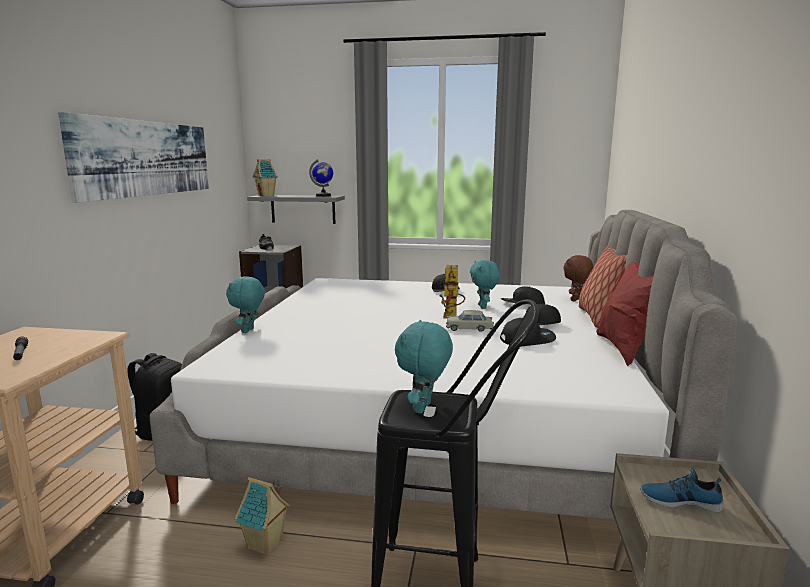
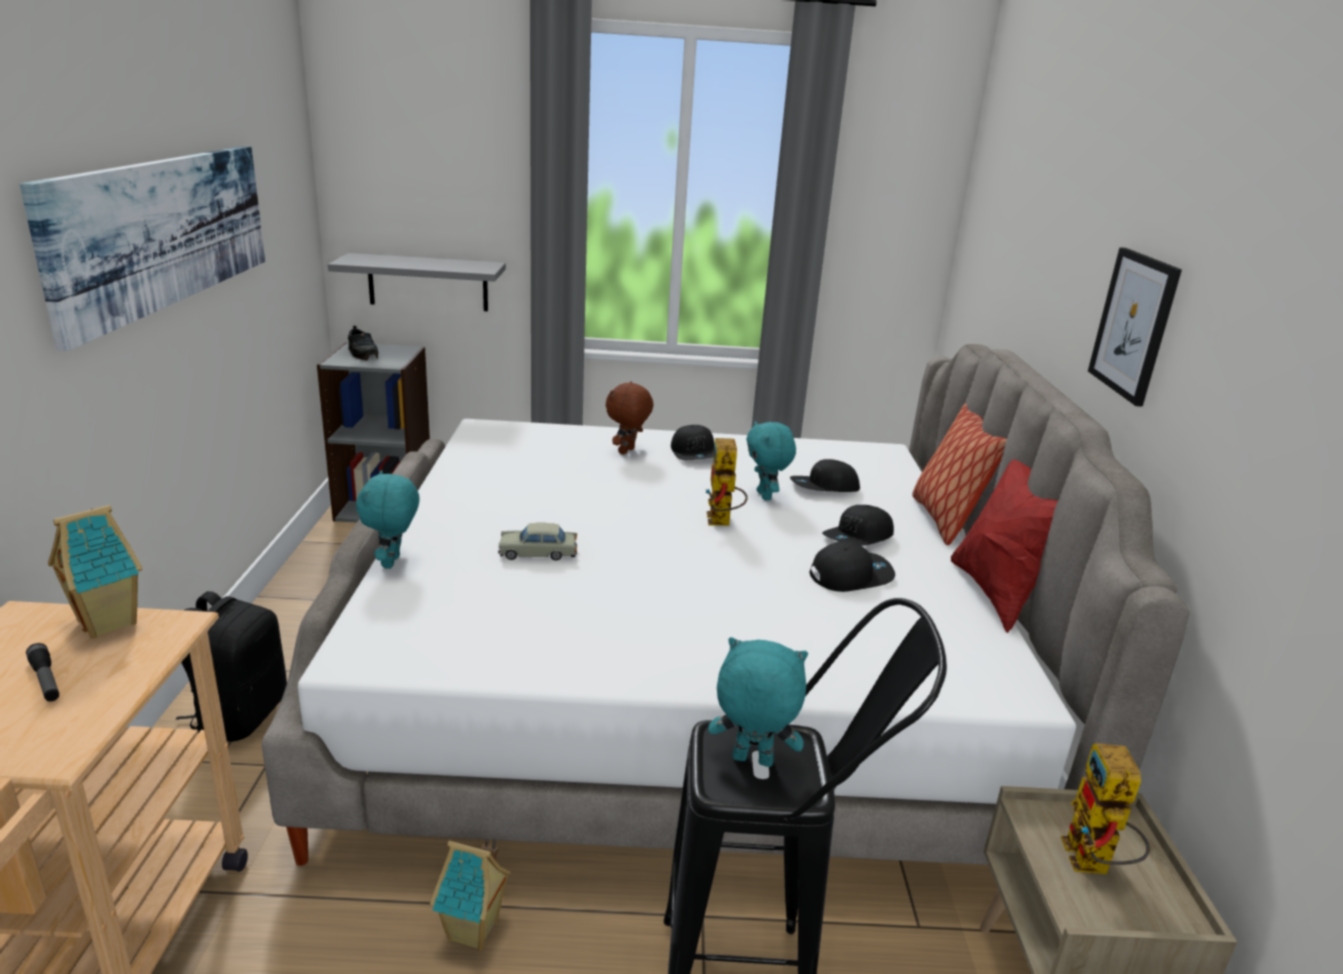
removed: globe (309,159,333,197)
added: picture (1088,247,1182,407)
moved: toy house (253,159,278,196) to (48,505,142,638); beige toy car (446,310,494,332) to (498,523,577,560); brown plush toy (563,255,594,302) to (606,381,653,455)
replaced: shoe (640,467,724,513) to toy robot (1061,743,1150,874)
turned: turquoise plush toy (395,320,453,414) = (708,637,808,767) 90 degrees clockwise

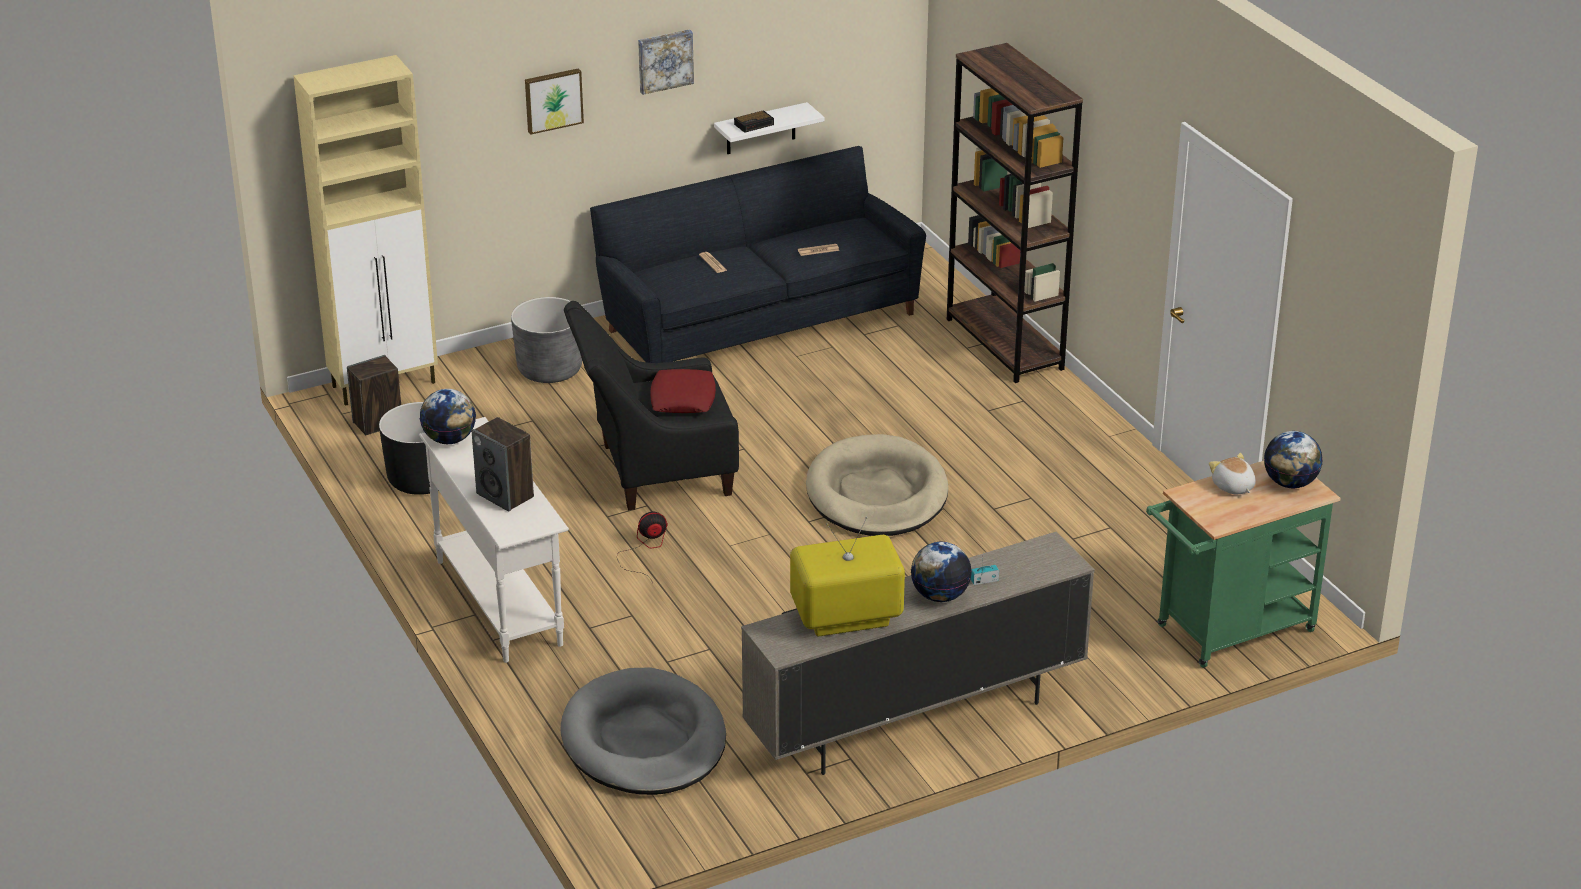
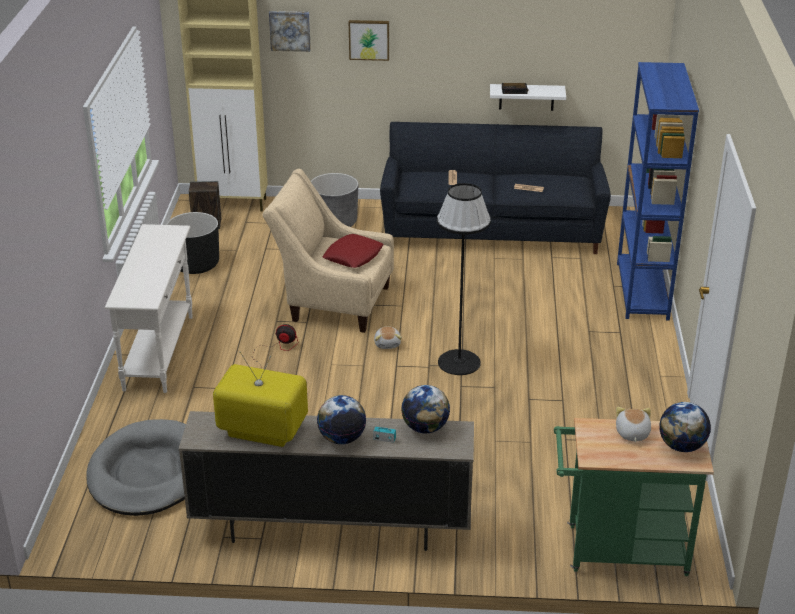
removed: speaker (472,417,534,512)
added: plush toy (374,326,402,349)
moved: picture (638,29,694,95) to (269,11,311,52); globe (420,389,476,444) to (401,385,450,433)
replaced: beige dog bed (806,434,948,536) to black floor lamp (437,183,491,375)
recoloured: black armchair (564,301,739,510) to beige armchair (262,169,394,333); brown bookcase (947,43,1083,383) to blue bookcase (617,62,699,320)

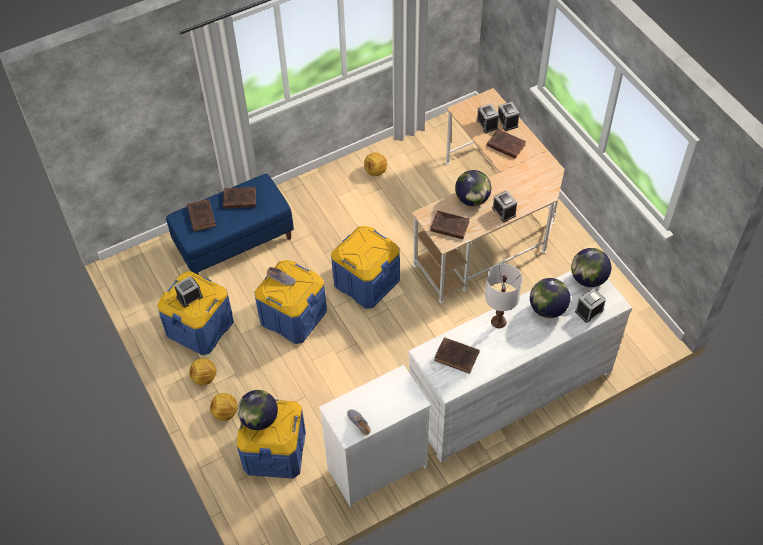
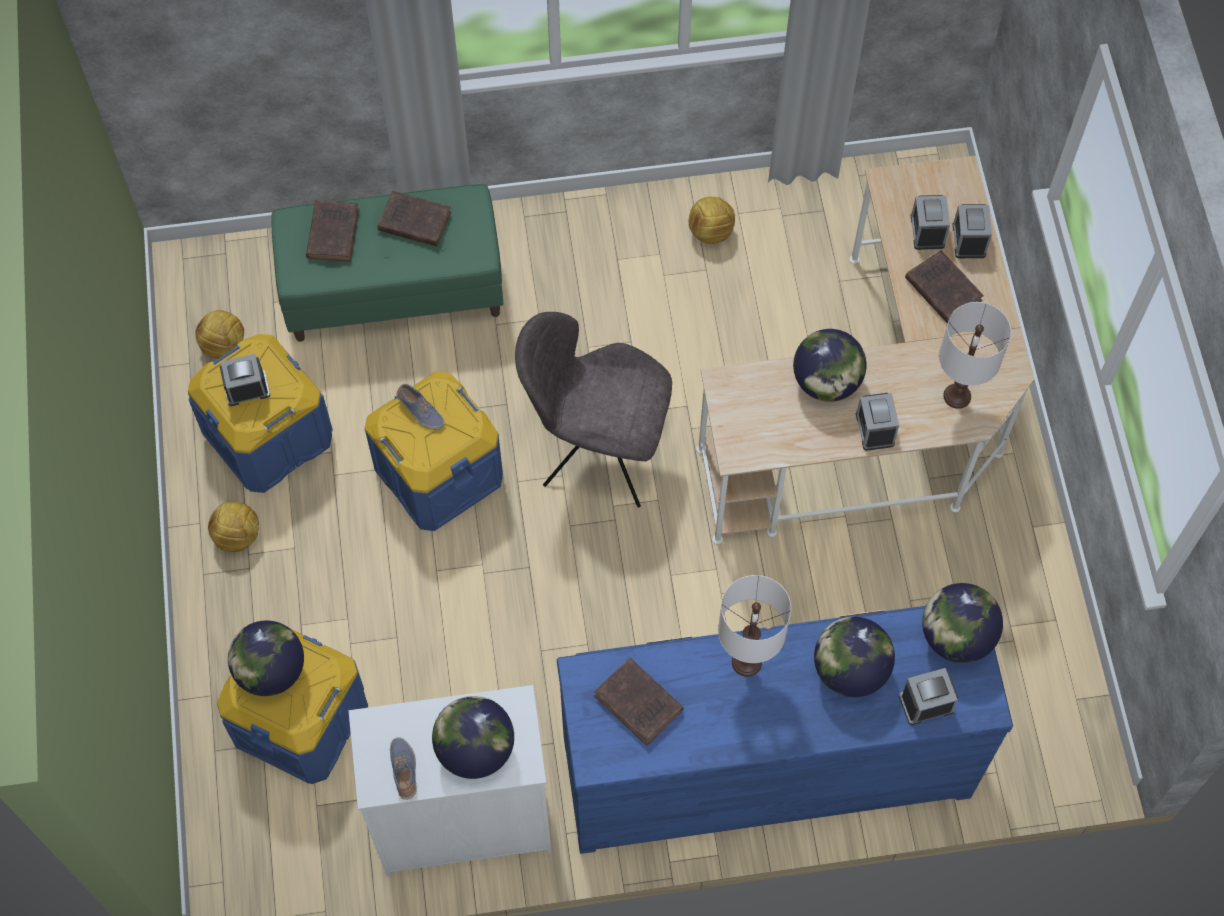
removed: brown book (430,211,470,239)
added: globe (432,696,514,779); white table lamp (939,302,1011,409)
moved: football (210,393,238,421) to (196,310,244,359)
replaced: blue storage box (331,226,400,309) to grey chair (515,312,672,507)
recoloured: blue bench (166,174,294,275) to green bench (272,184,503,342); white dresser (408,271,632,463) to blue dresser (557,606,1013,854)

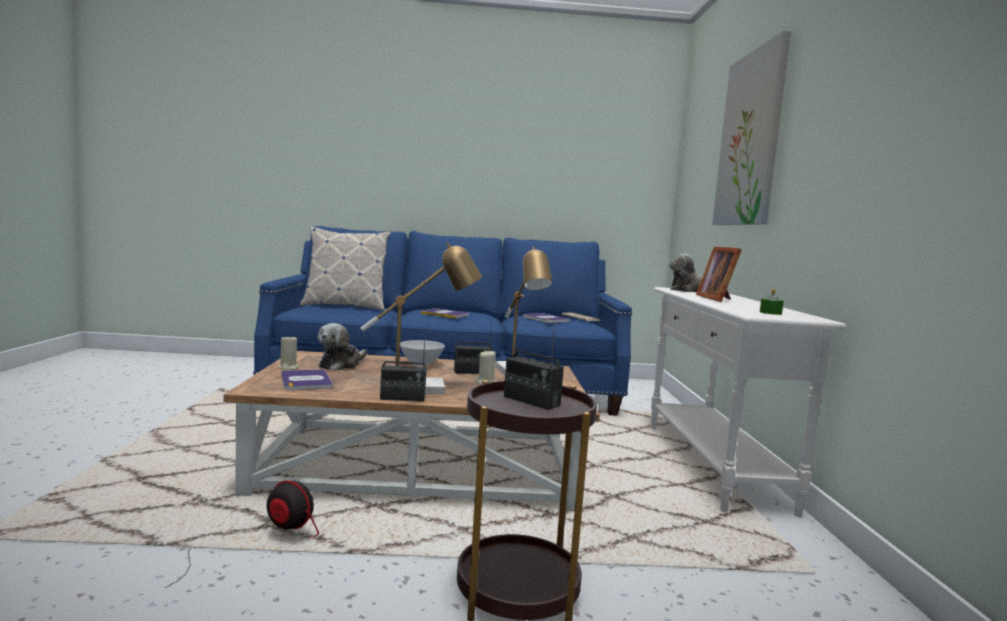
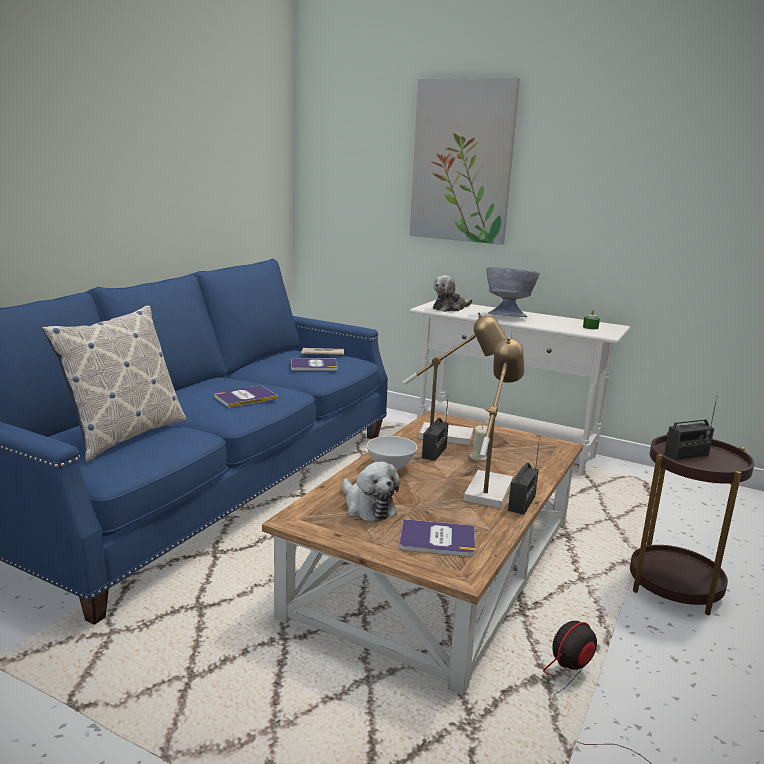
removed: beige candle (279,335,299,370)
replaced: picture frame (696,246,742,302) to grey bowl (486,267,540,317)

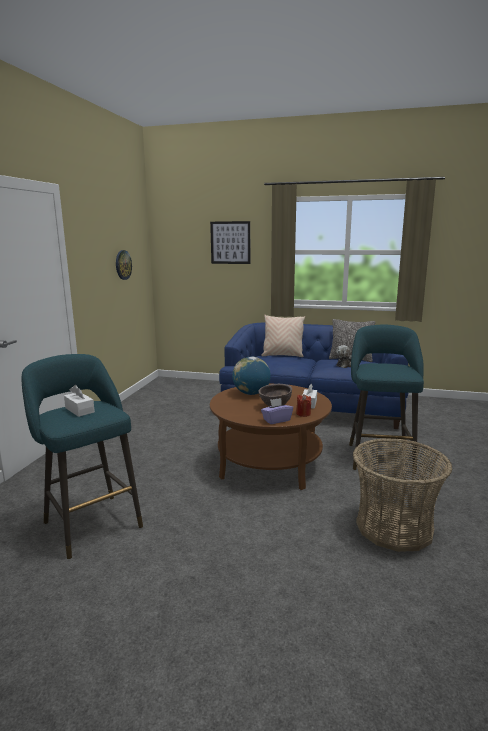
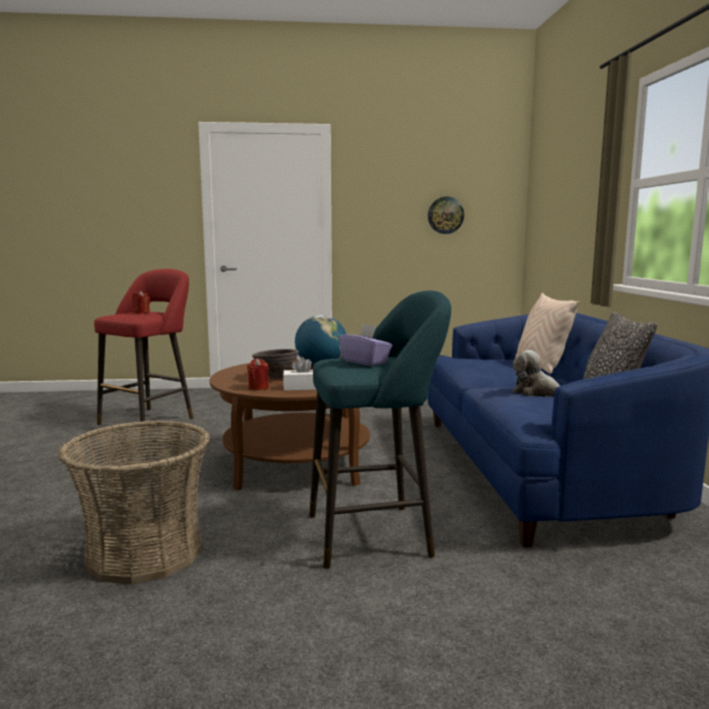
removed: picture (210,221,250,264)
moved: purple tissue box (261,398,293,424) to (339,324,392,366)
replaced: white tissue box (64,385,95,417) to red candle (132,290,150,313)
recoloured: turquoise stool (22,354,143,559) to red stool (94,269,194,436)

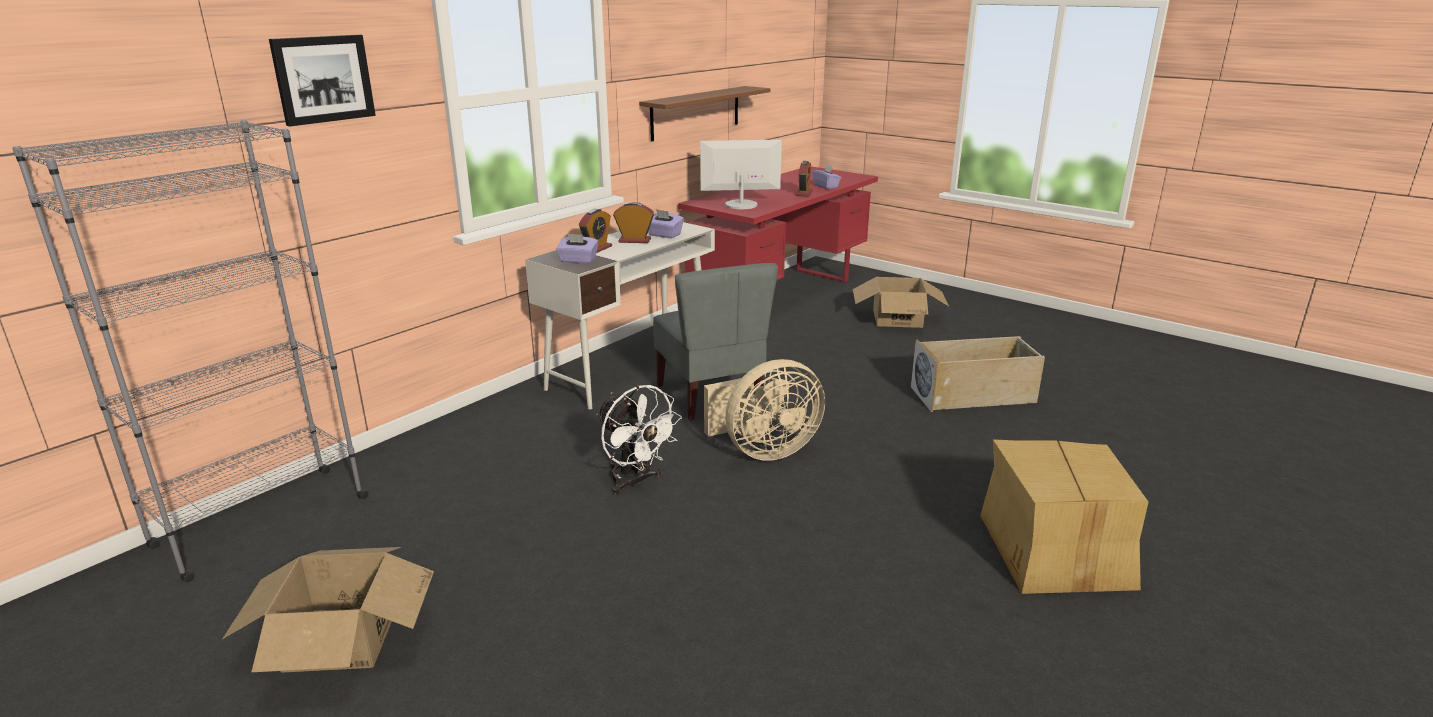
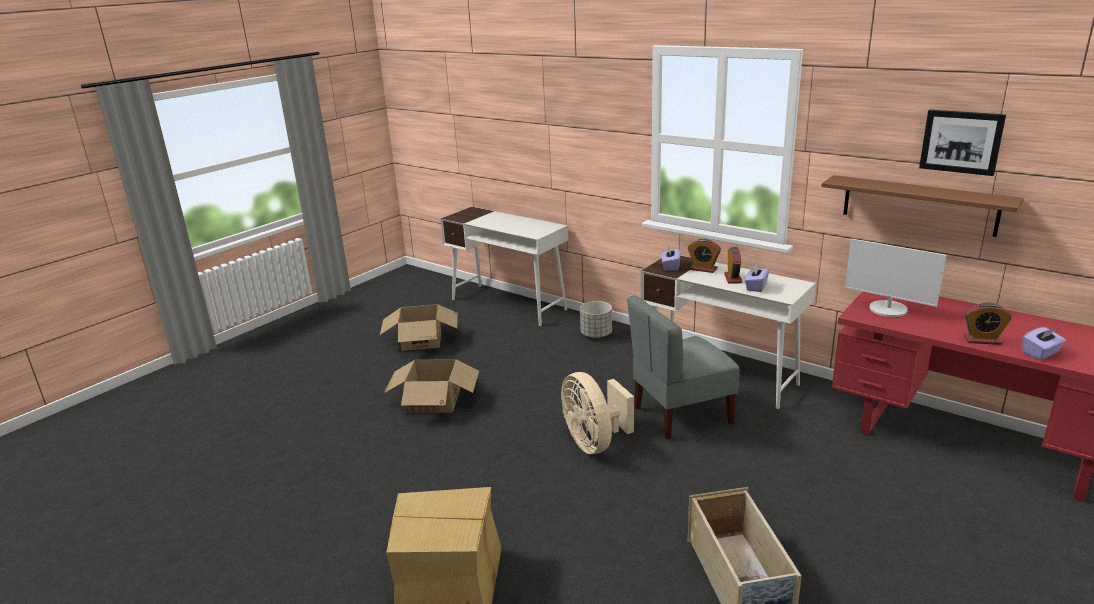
removed: white fan (597,385,682,495)
added: grey planter (580,301,612,338)
moved: cardboard box (853,277,949,328) to (384,359,479,413); picture (269,35,376,126) to (919,110,1006,176)
replaced: grey bookcase (12,120,369,582) to white desk (440,207,568,326)
turned: monitor (700,140,782,209) = (845,239,946,317) 135 degrees clockwise

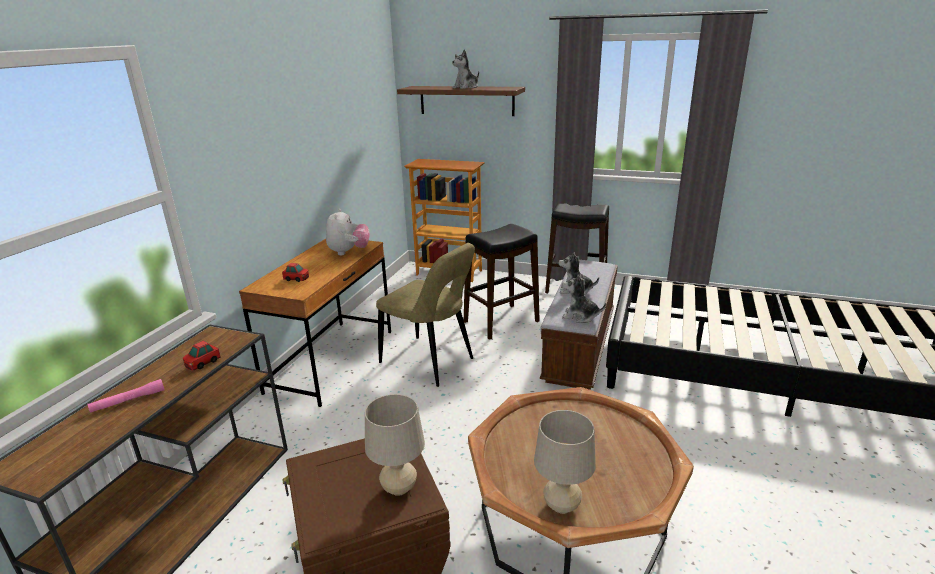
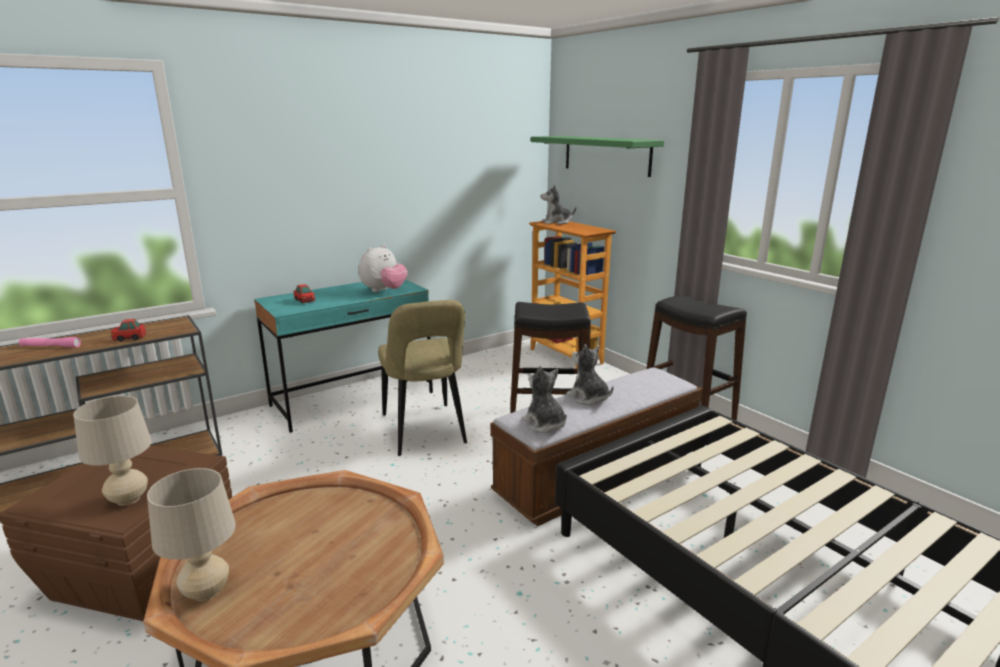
moved: plush toy (452,50,479,89) to (541,184,577,224)
recoloured: brown desk (239,239,391,407) to turquoise desk (254,279,433,433); brown shelf (397,86,525,116) to green shelf (531,136,664,177)

